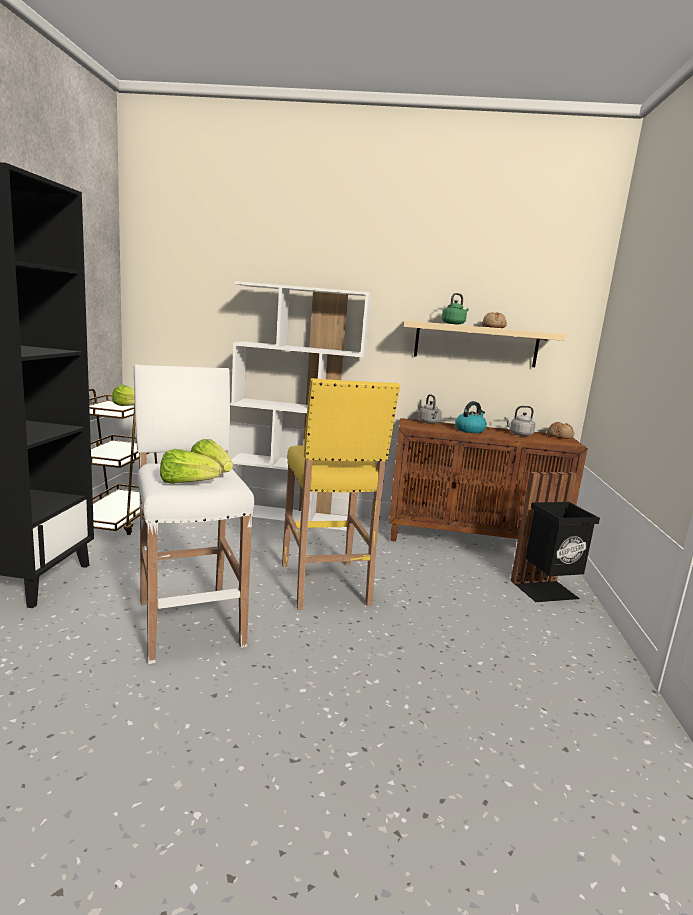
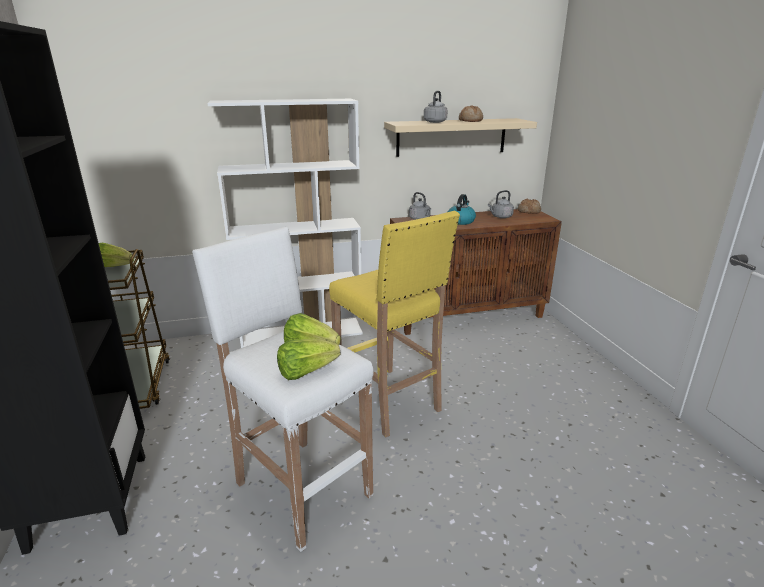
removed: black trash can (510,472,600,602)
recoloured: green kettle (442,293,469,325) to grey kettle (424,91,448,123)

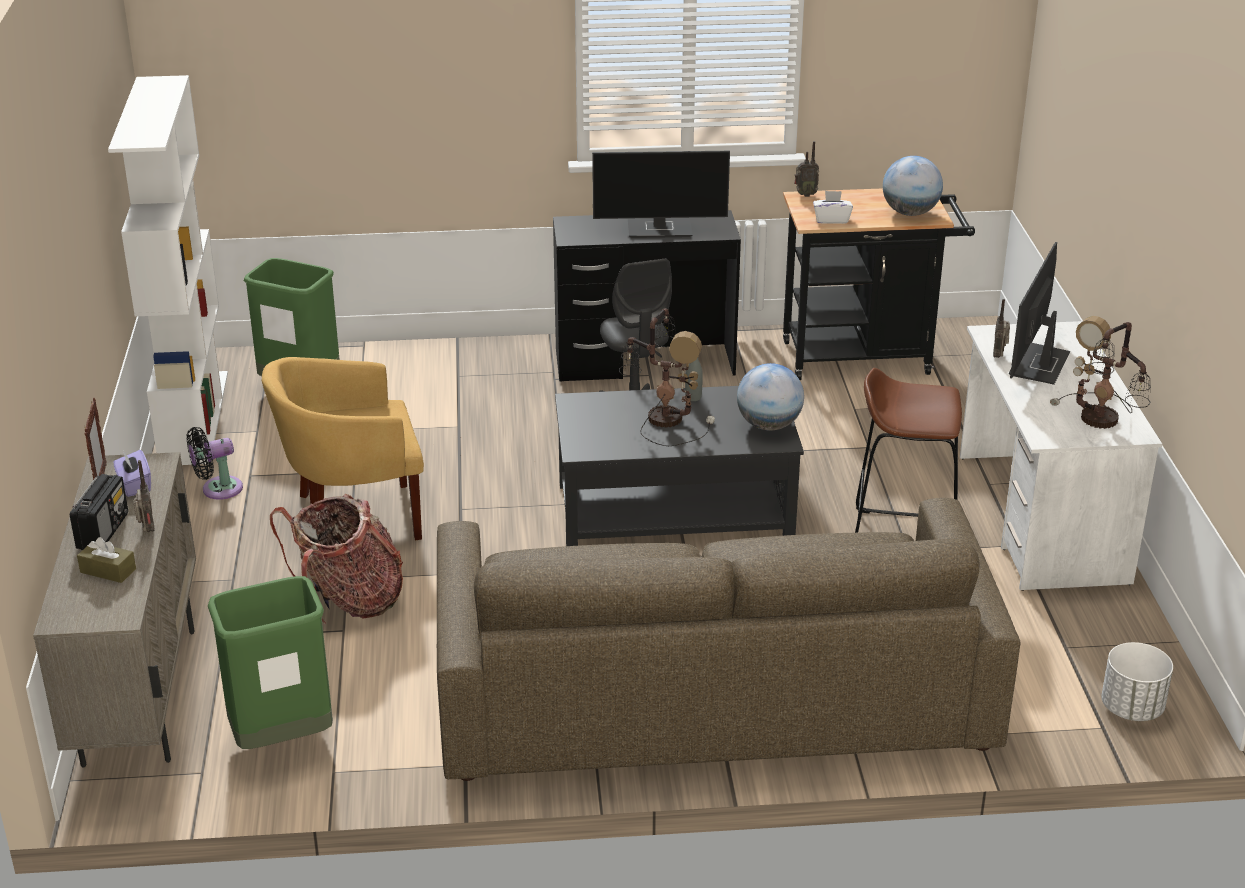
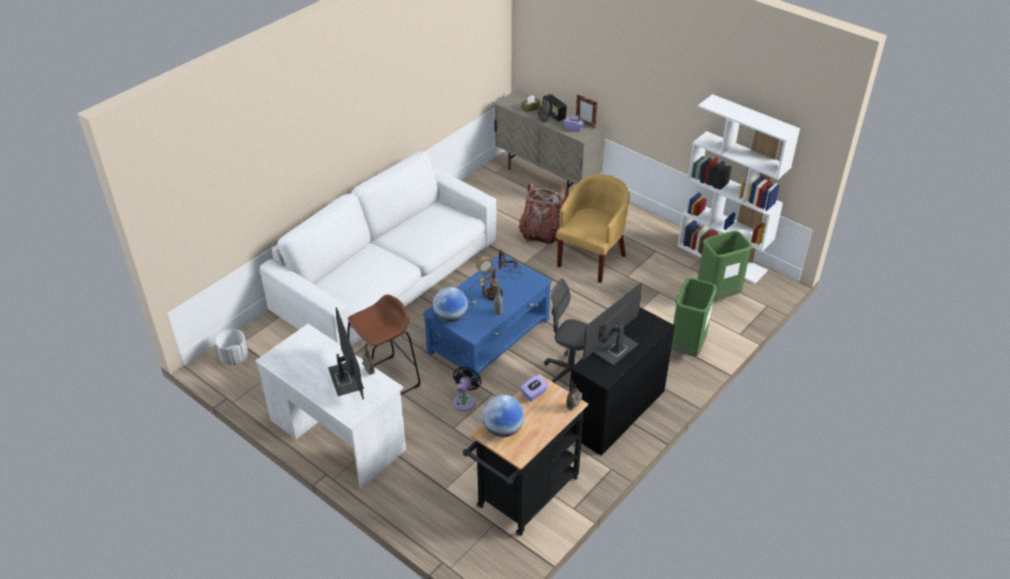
removed: table lamp (1050,316,1151,429)
moved: black fan (187,427,243,500) to (453,366,482,411); green trash can (208,576,333,749) to (671,278,717,357)
recoloured: brown sofa (437,498,1020,781) to white sofa (260,151,497,346); black coffee table (555,386,804,546) to blue coffee table (422,254,552,381); white tissue box (813,191,853,224) to purple tissue box (520,375,548,402)

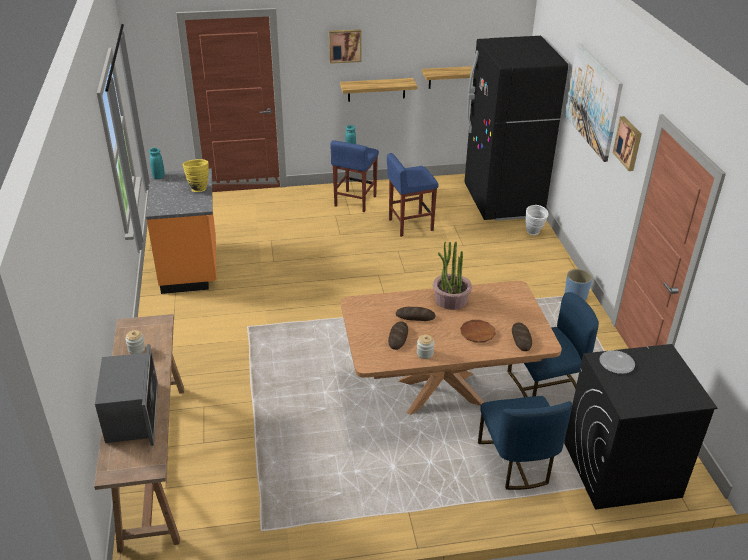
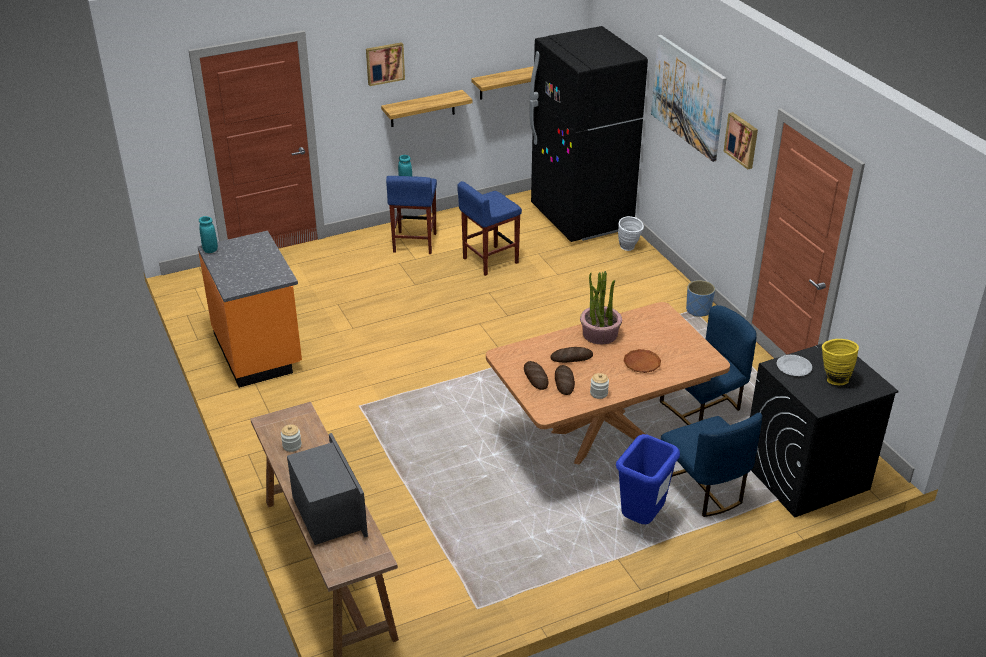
added: blue trash can (616,434,680,524)
moved: bread (512,323,532,351) to (524,361,549,390); yellow vase (183,159,209,192) to (822,339,859,385)

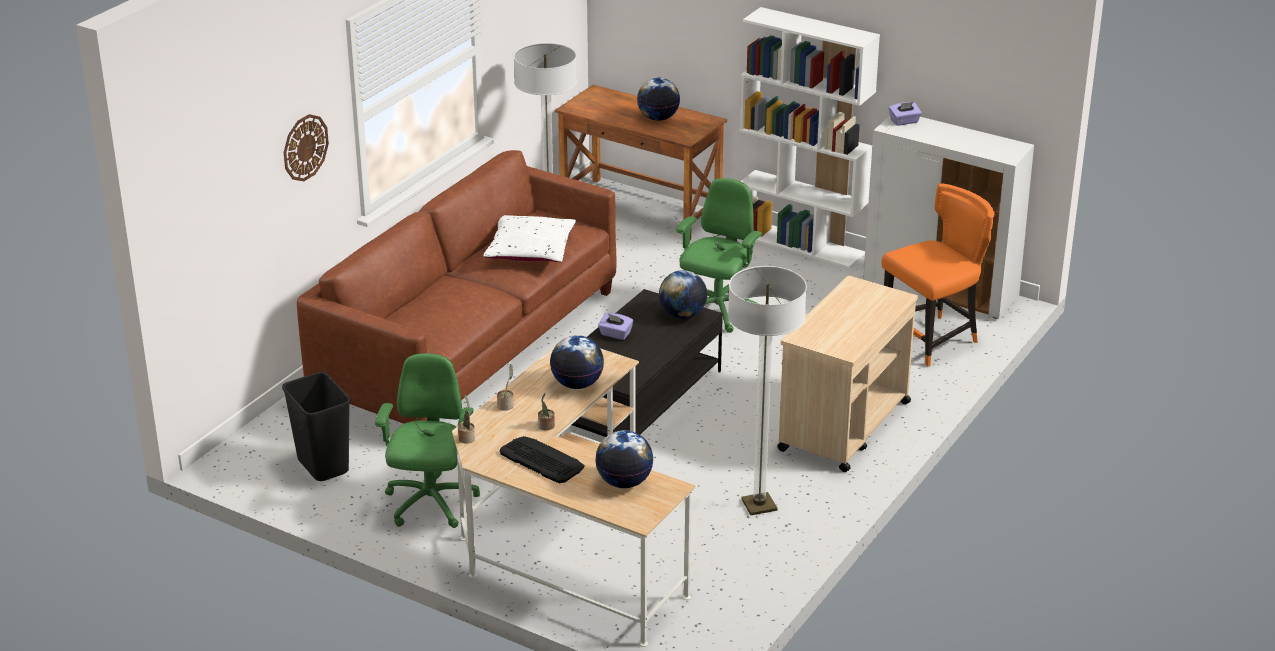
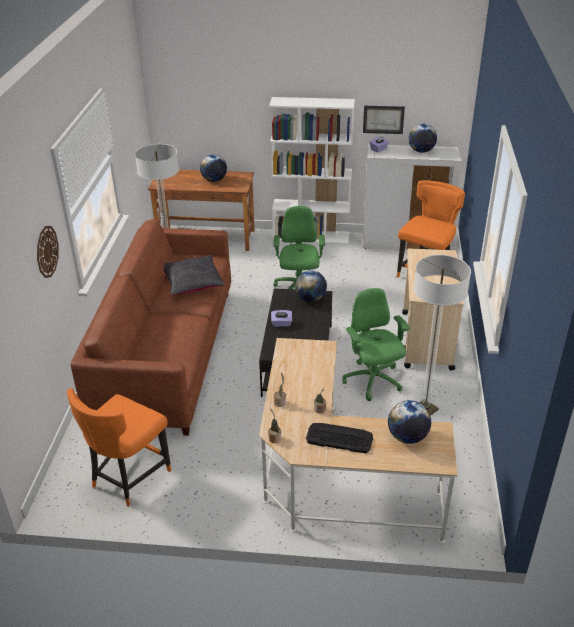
added: picture (363,106,405,134)
moved: green office chair (375,353,480,528) to (343,288,410,401); globe (550,335,604,389) to (409,124,437,153)
replaced: black trash can (282,372,351,481) to orange chair (67,388,172,506)
recoloured: white pillow (483,215,576,262) to black pillow (164,255,225,295)

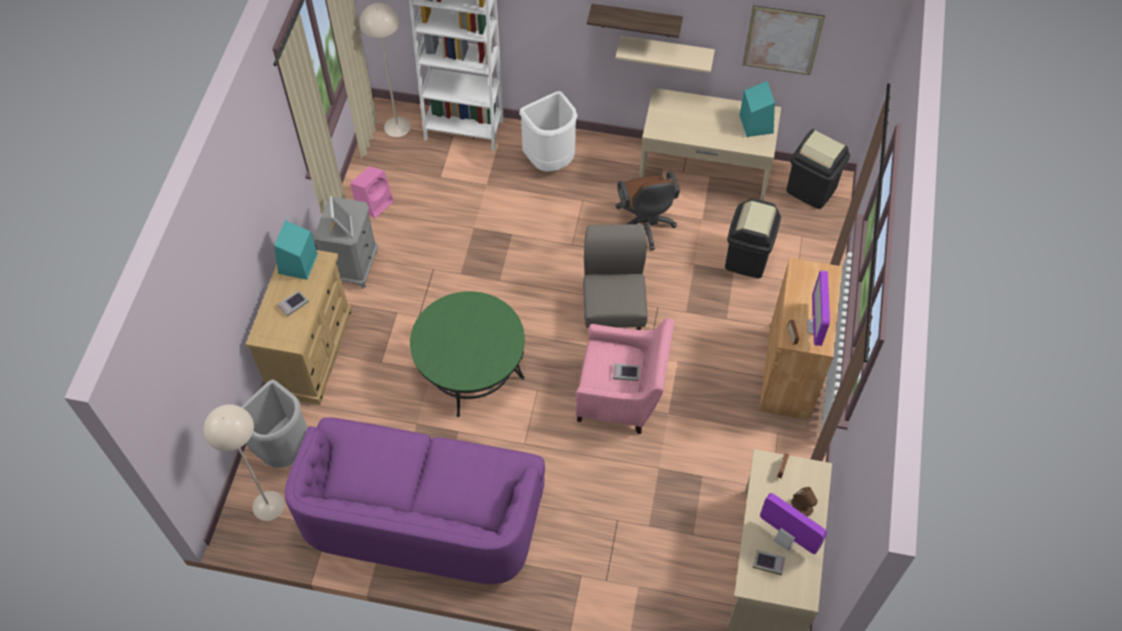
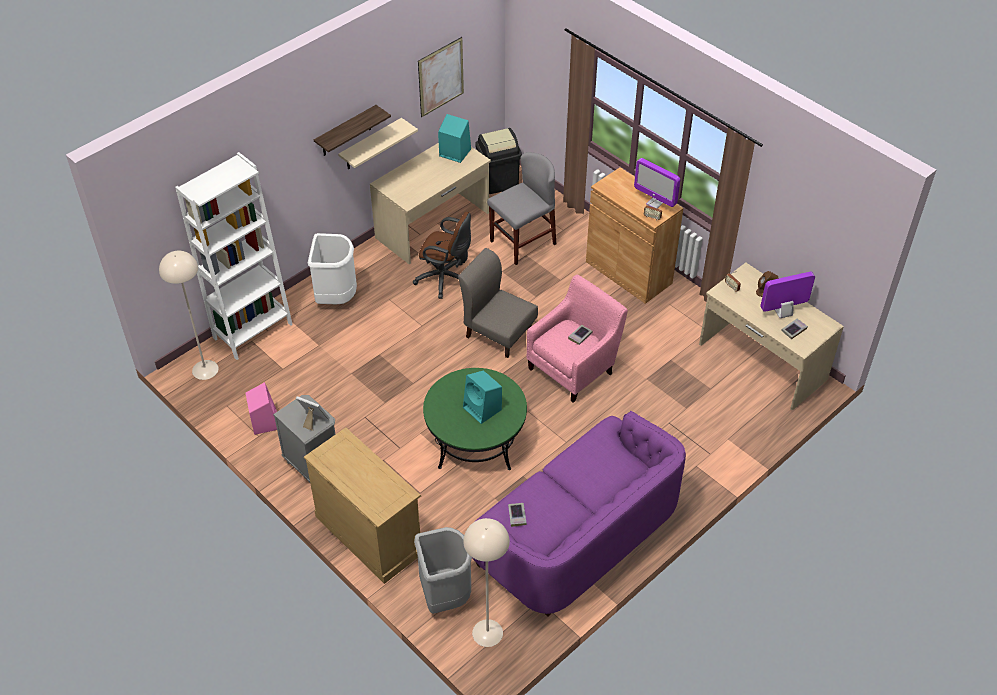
moved: turquoise speaker (274,220,318,280) to (463,370,502,424); book (278,290,309,316) to (508,503,527,527)
replaced: black trash can (725,199,781,278) to grey chair (487,152,556,265)

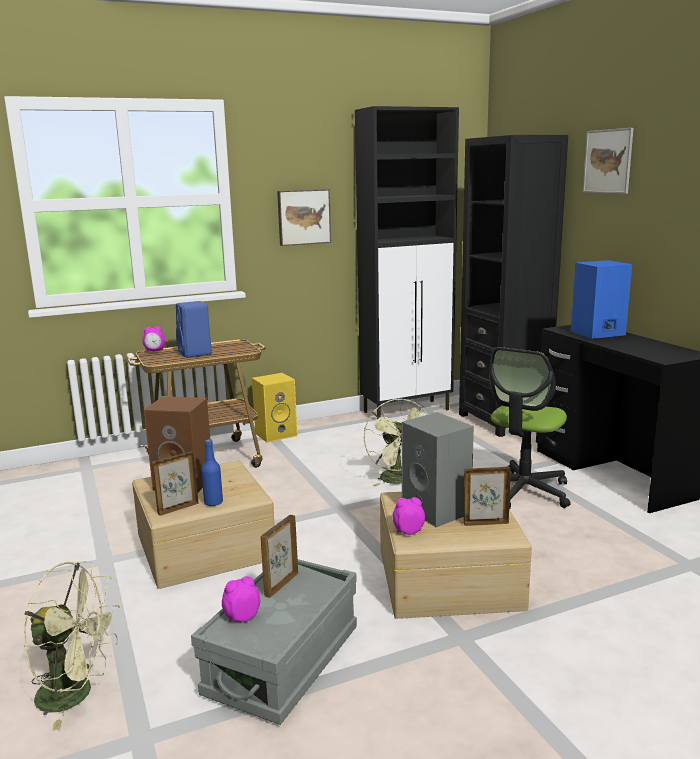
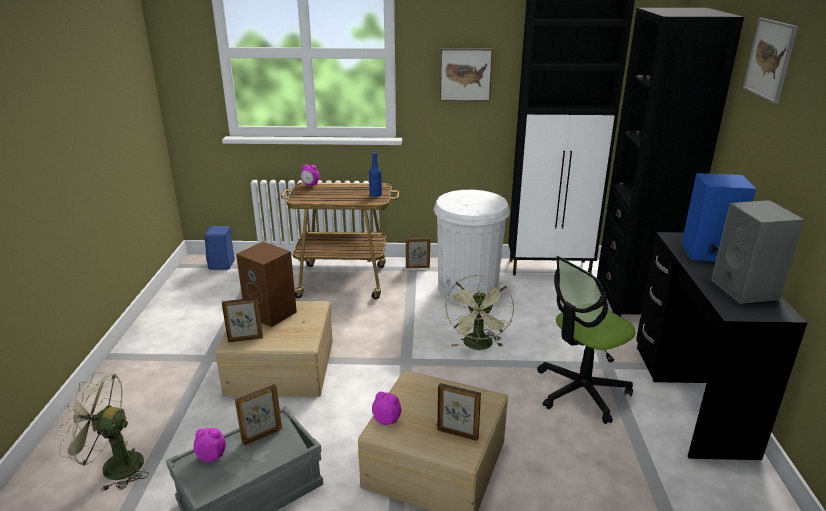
added: white trash can (434,190,510,305)
moved: blue speaker (176,301,212,358) to (205,226,235,270); blue bottle (201,439,223,506) to (369,152,382,197); grey speaker (402,412,474,527) to (711,200,804,304)
replaced: yellow speaker (252,373,297,443) to picture frame (406,237,430,269)
turned: green fan (24,561,120,731) = (57,372,149,492) 150 degrees clockwise

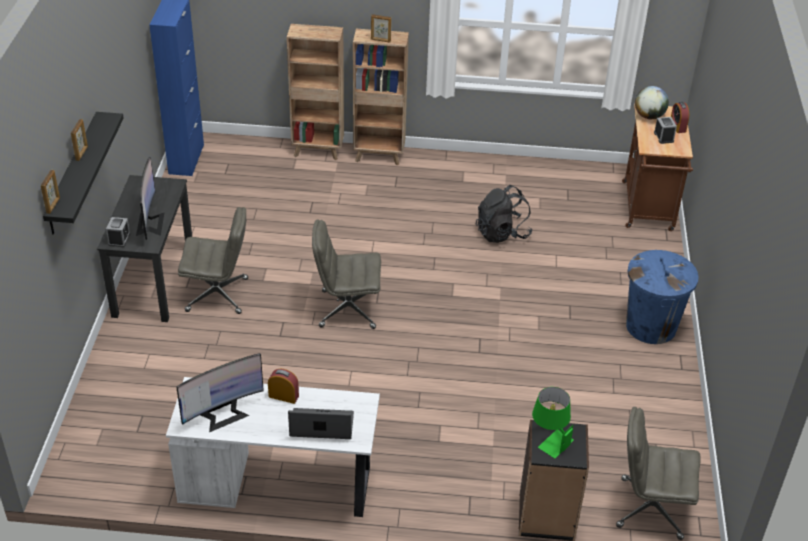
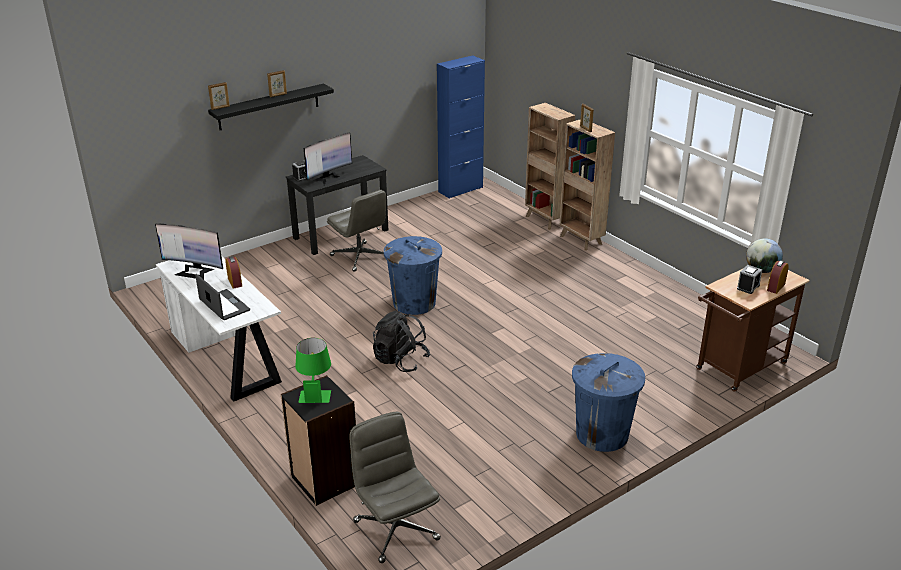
moved: black backpack (475,185,532,243) to (373,311,430,372)
replaced: grey office chair (312,219,381,329) to blue trash can (384,236,442,315)

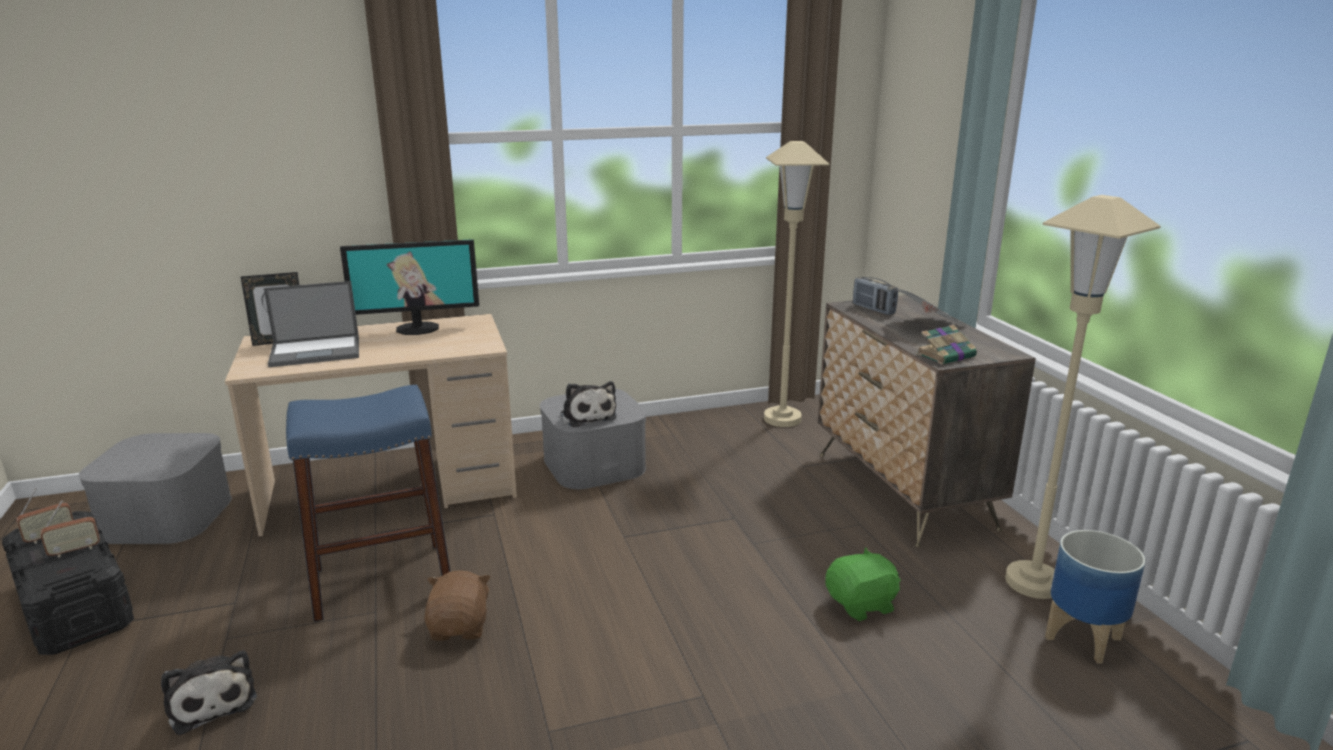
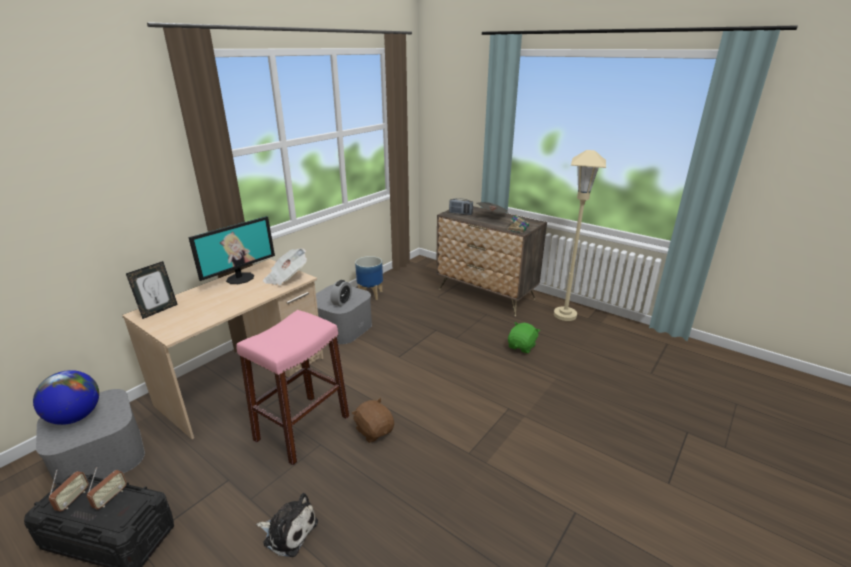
removed: laptop (264,281,359,367); beige floor lamp (764,141,829,427)
added: globe (33,370,99,425); newspaper (263,248,307,285)
moved: planter (1045,530,1146,663) to (355,256,383,300)
replaced: plush toy (561,381,617,427) to alarm clock (330,280,352,307)
recoloured: blue stool (286,385,450,622) to pink stool (236,310,349,465)

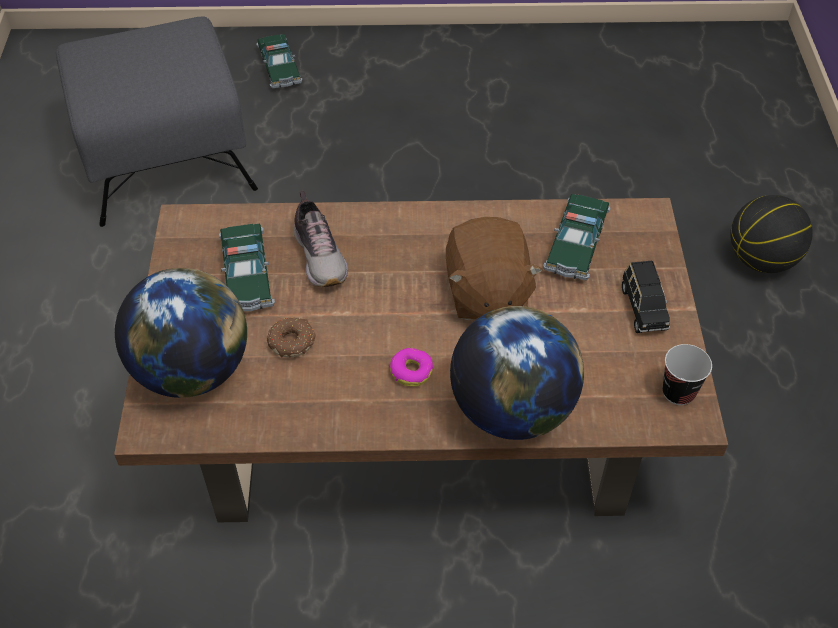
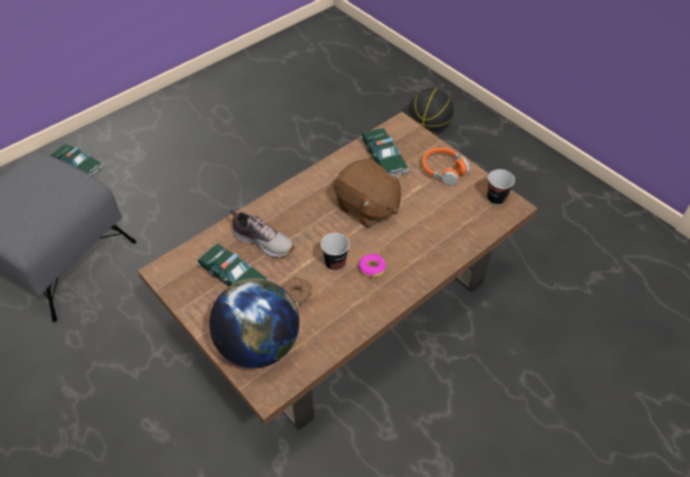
removed: globe (450,306,584,440)
added: cup (321,233,350,271)
replaced: black toy car (622,261,670,333) to orange headphones (422,148,470,185)

